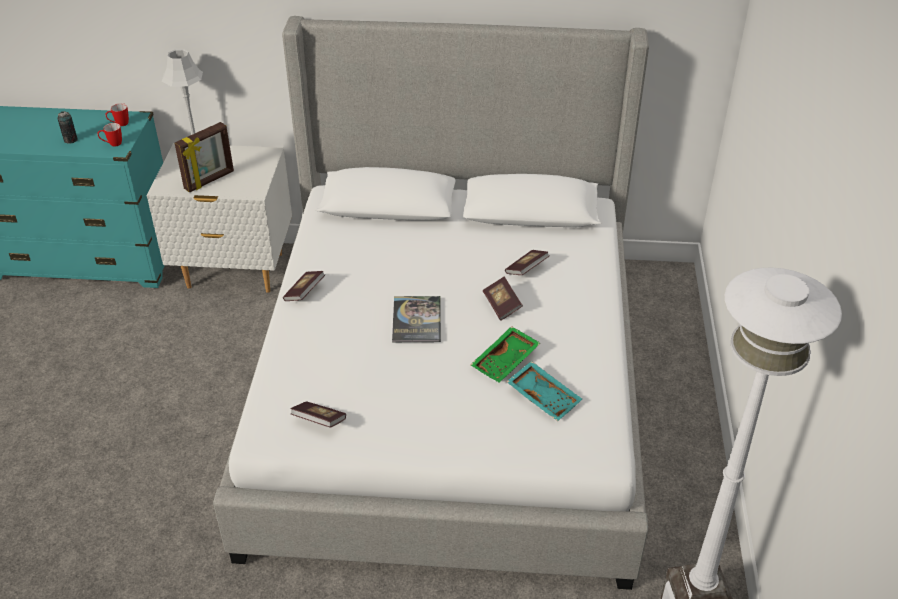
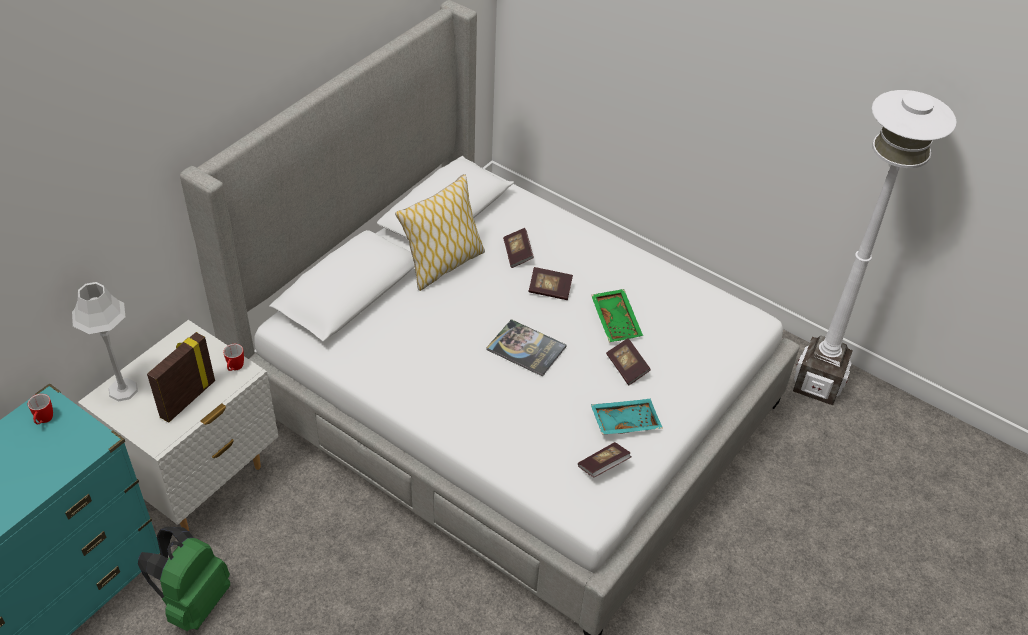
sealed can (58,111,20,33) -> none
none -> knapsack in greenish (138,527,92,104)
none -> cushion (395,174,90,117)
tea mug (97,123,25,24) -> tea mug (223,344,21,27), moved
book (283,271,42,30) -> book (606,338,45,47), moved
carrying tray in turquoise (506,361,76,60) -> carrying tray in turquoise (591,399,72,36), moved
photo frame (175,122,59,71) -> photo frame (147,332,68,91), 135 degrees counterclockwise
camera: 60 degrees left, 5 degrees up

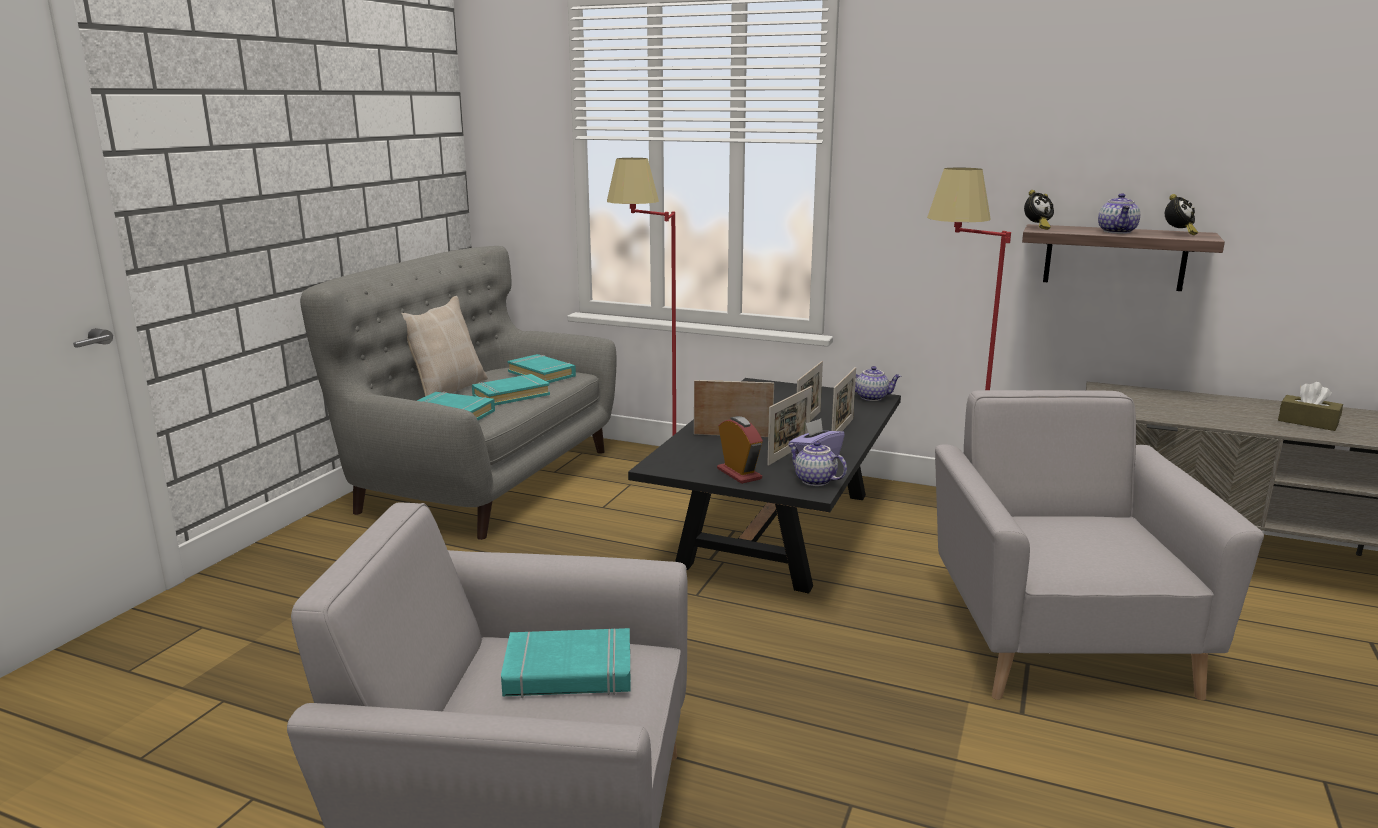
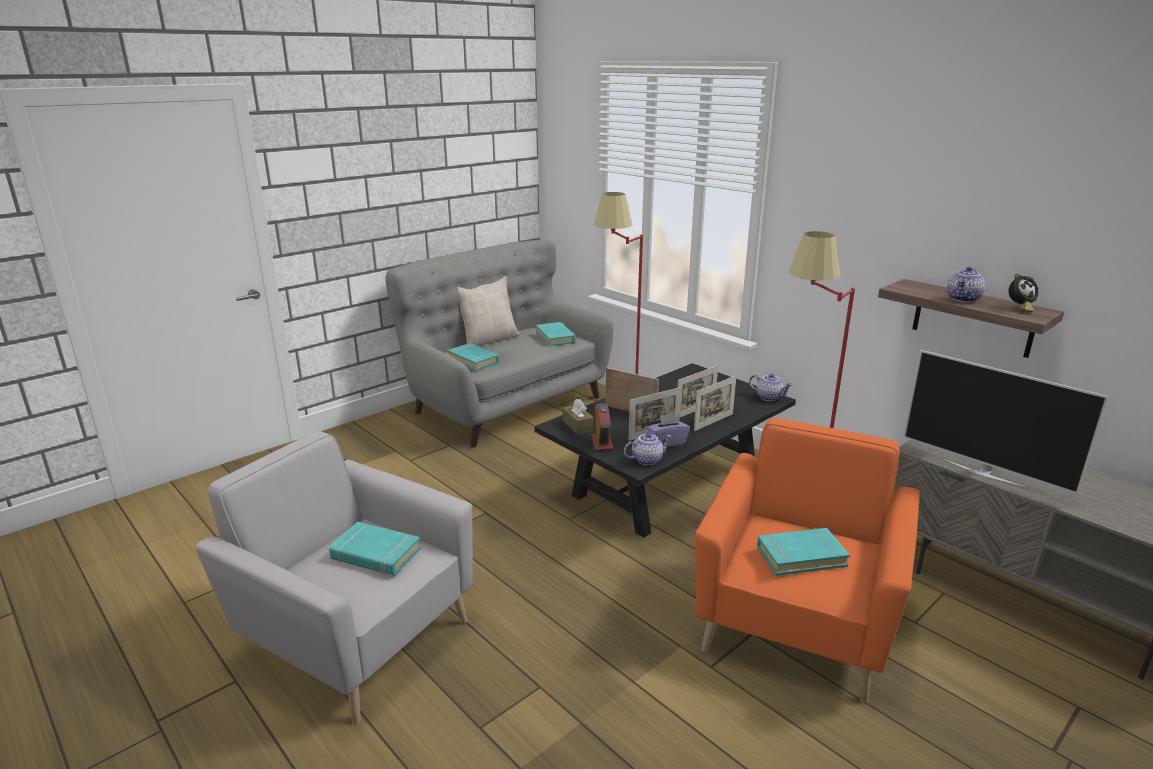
bedside clock (1024,190,30,40) -> none
none -> television (903,350,206,144)
book in turquoise (472,374,78,32) -> book in turquoise (757,528,93,48), moved
tissue holder in brown (1278,382,65,49) -> tissue holder in brown (563,399,31,36), moved
lounge chair in grey (935,390,329,310) -> lounge chair in orange (695,418,225,285)
pot for tea (788,441,59,45) -> pot for tea (624,433,47,32), 90 degrees clockwise
camera: 25 degrees right, 5 degrees up

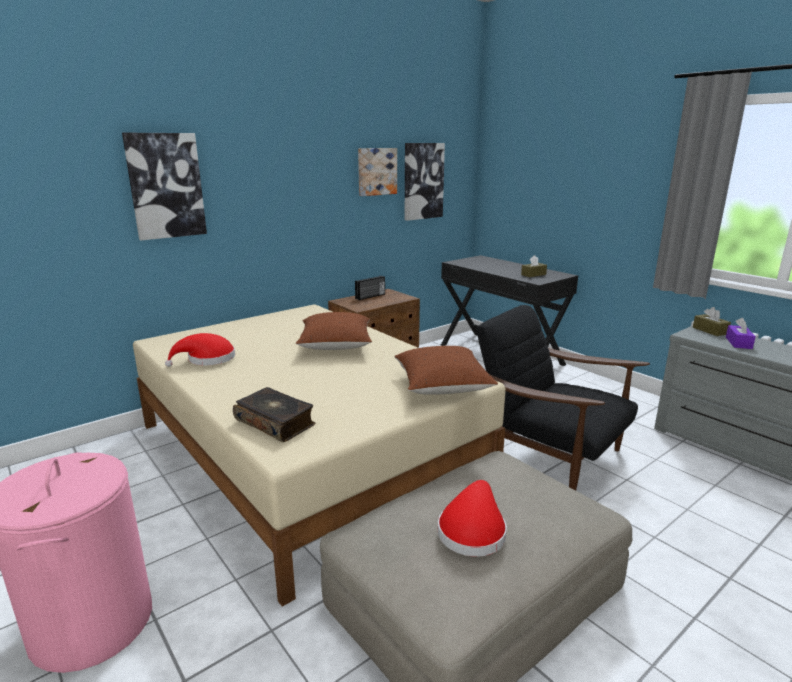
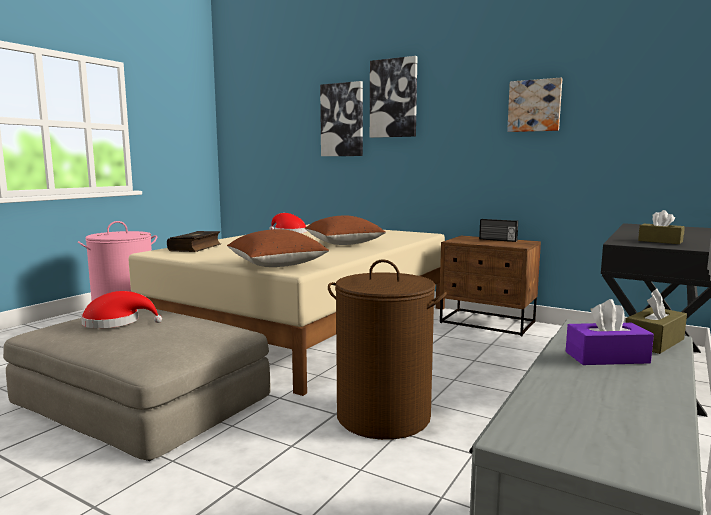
picture (405,143,40,78) -> picture (370,56,47,82), moved
lounge chair in black-coloured (477,305,173,186) -> washing basket in brown (328,259,119,181)
camera: 70 degrees right, 10 degrees down

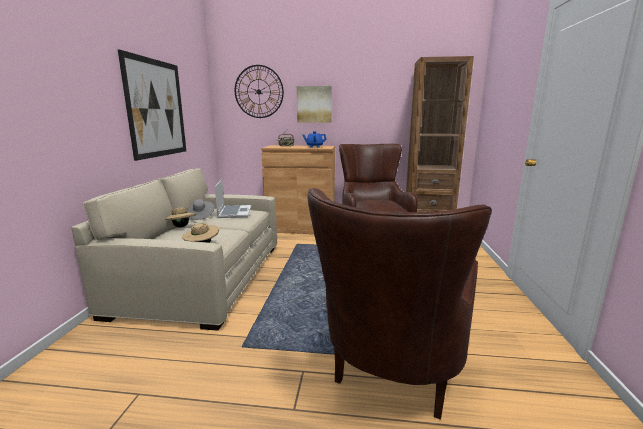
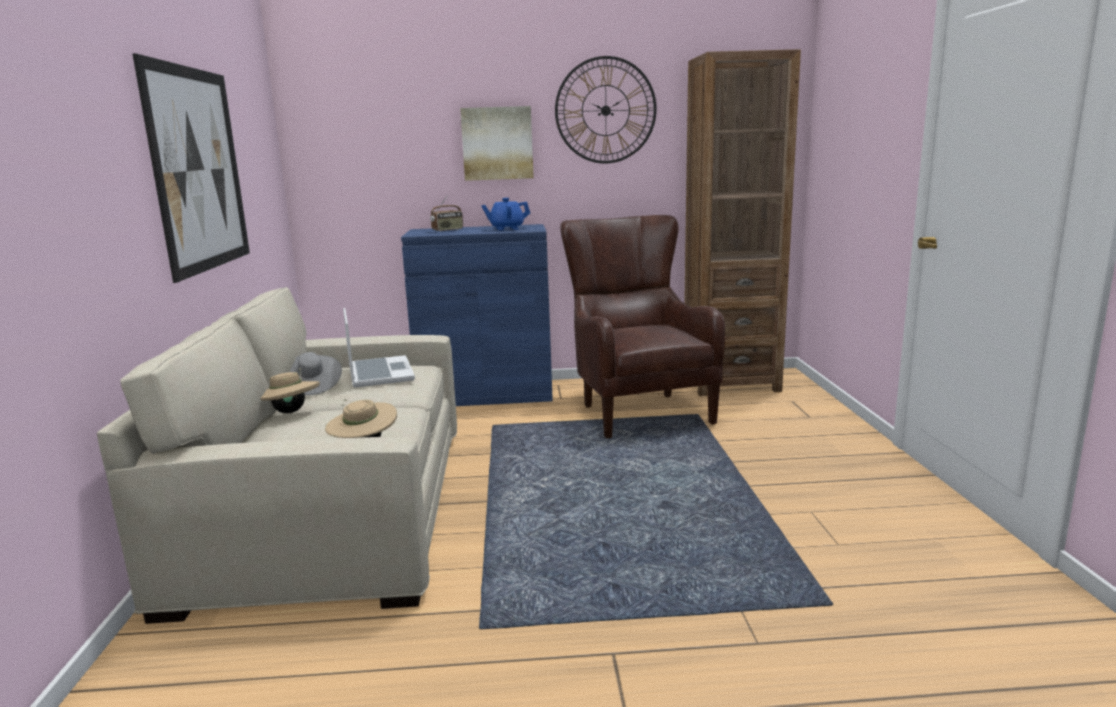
lounge chair in brown (307,188,185,231) -> none
hanging clock (235,65,49,53) -> hanging clock (555,56,102,107), moved
cabinet in brown (261,145,74,89) -> cabinet in blue-coloured (401,224,152,182)
camera: 10 degrees left, 0 degrees up

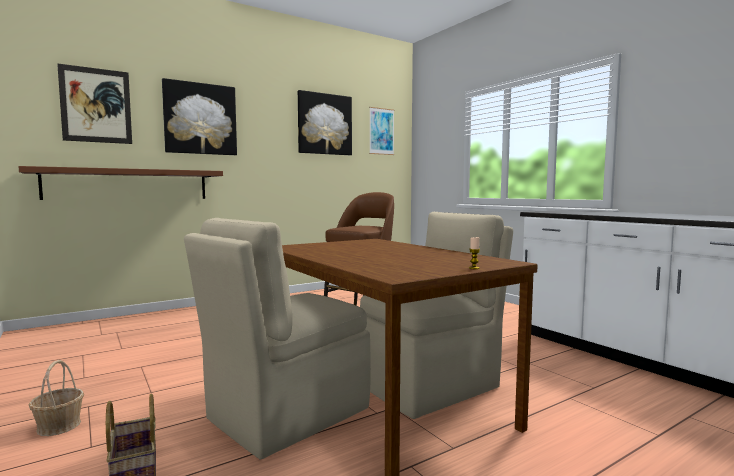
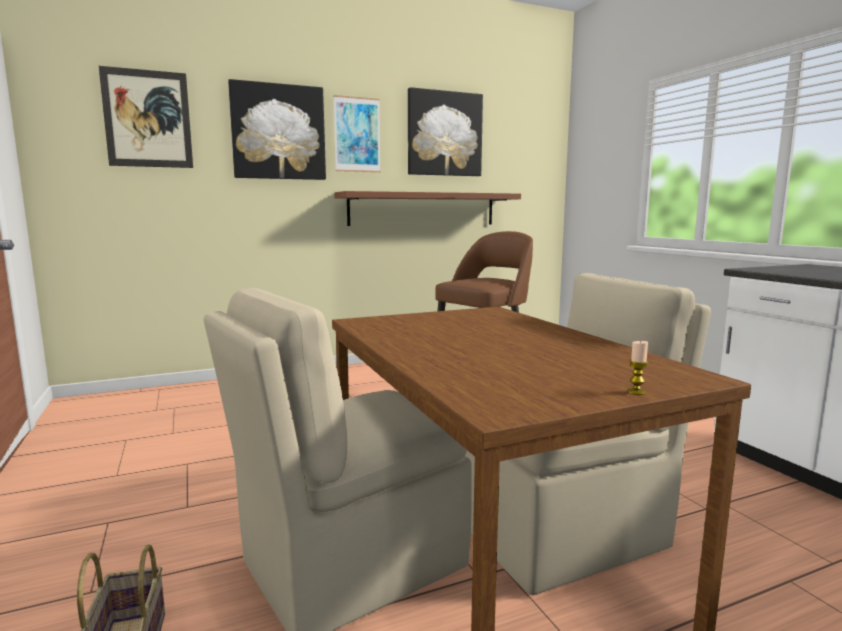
basket (29,360,55,76) -> none
wall shelf in brown (18,166,205,34) -> wall shelf in brown (334,191,187,35), moved
picture (369,107,25,48) -> picture (333,95,48,77), moved
camera: 10 degrees right, 5 degrees up

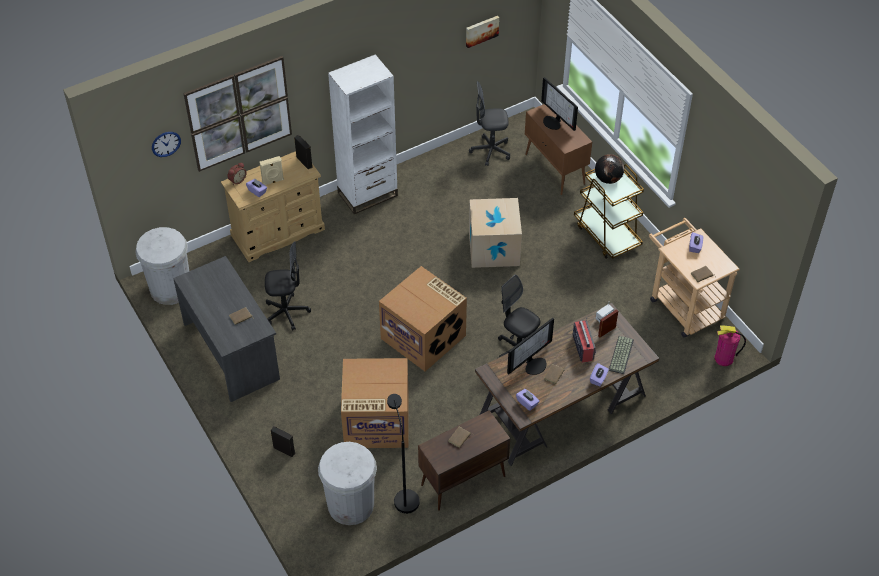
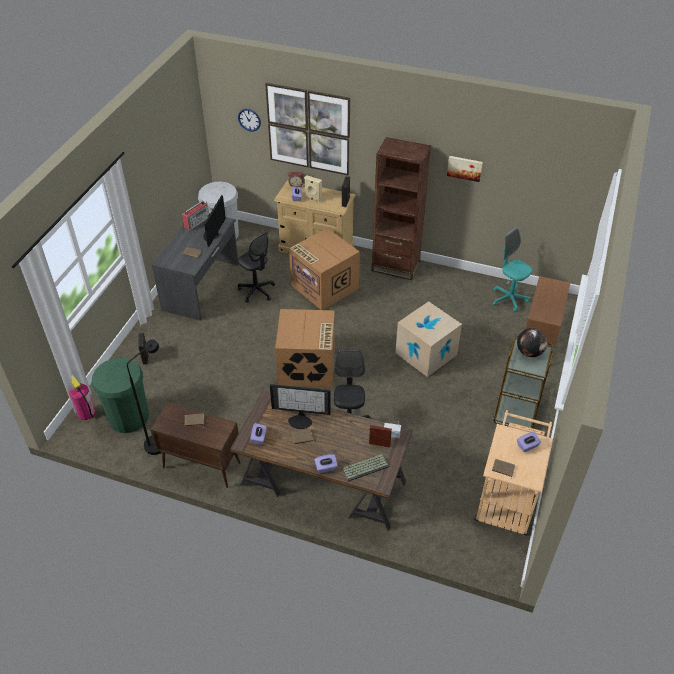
packing box (341,358,68,90) -> packing box (289,228,71,82), moved
picture (466,16,33,32) -> picture (447,156,36,26), moved
computer screen (541,77,37,54) -> computer screen (203,195,23,52), moved
radio (572,318,24,45) -> radio (182,201,27,29), moved
extinguisher (715,326,31,40) -> extinguisher (69,375,26,45), moved
waste bin in white-coloured (318,442,59,83) -> waste bin in greenish (92,358,57,75)
bookcase in white-coloured (328,54,70,160) -> bookcase in brown (371,137,60,143)
desk chair in grey (469,81,41,85) -> desk chair in turquoise (493,227,40,86)
camera: 50 degrees right, 5 degrees down

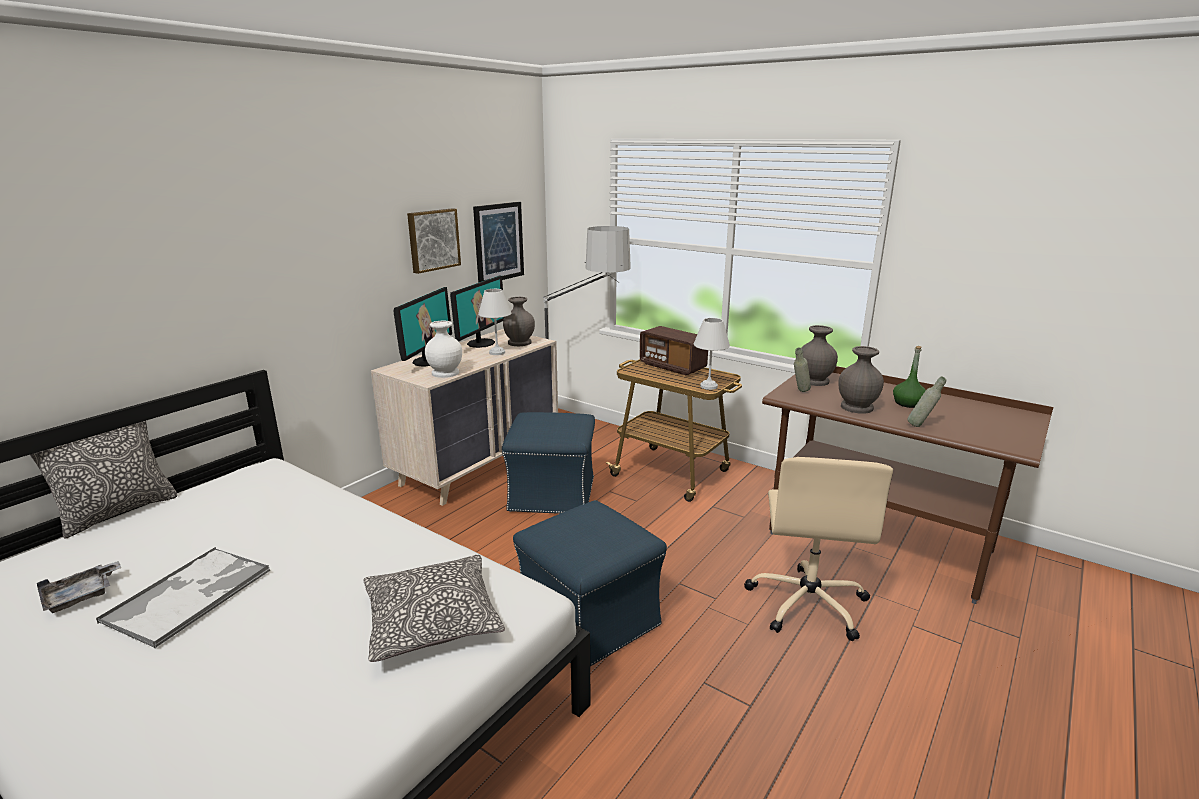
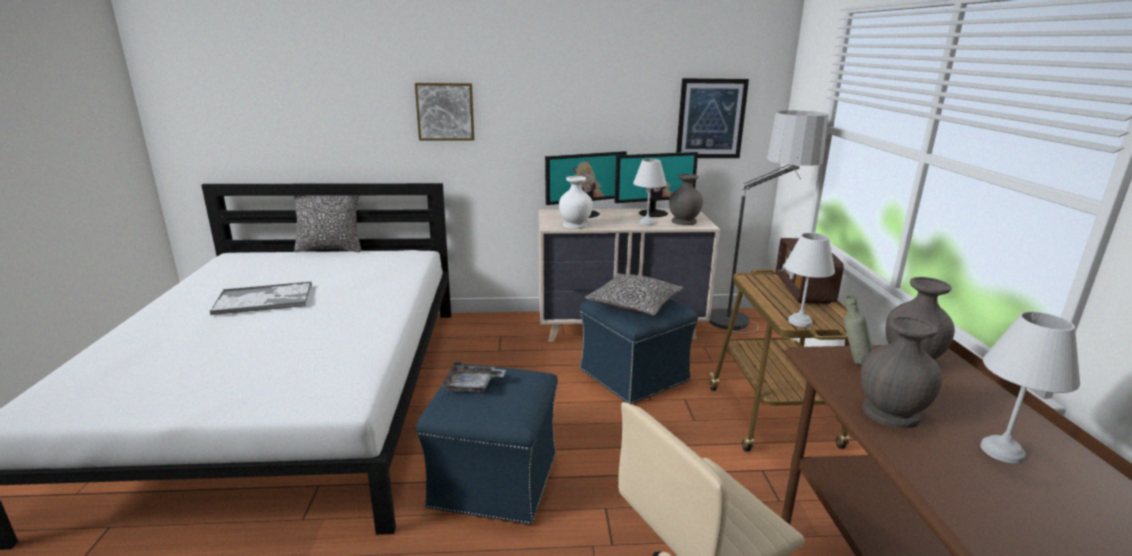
beverage bottle in grey (907,376,40,51) -> none
carrying tray in grey (37,561,84,52) -> carrying tray in grey (441,361,65,32), moved
cushion (363,555,142,107) -> cushion (585,273,98,43), moved
picture (407,208,54,66) -> picture (415,83,59,58), moved
beverage bottle in greenish (893,346,33,62) -> tabletop lamp in white-coloured (980,311,100,153)
camera: 50 degrees right, 0 degrees up

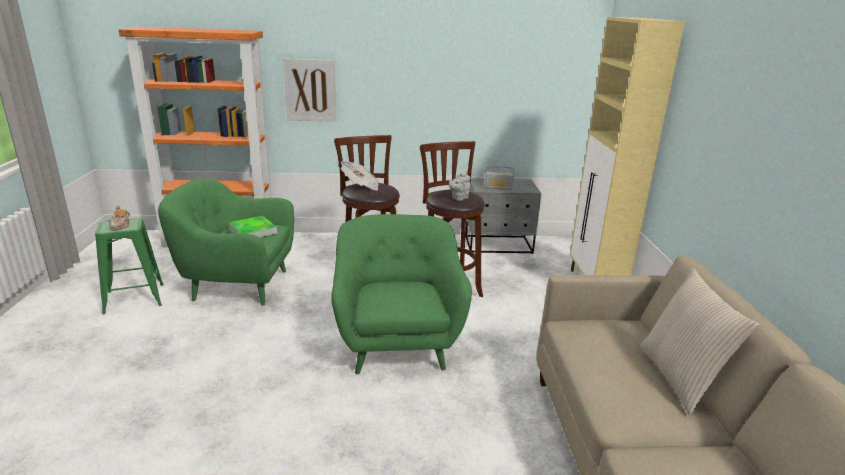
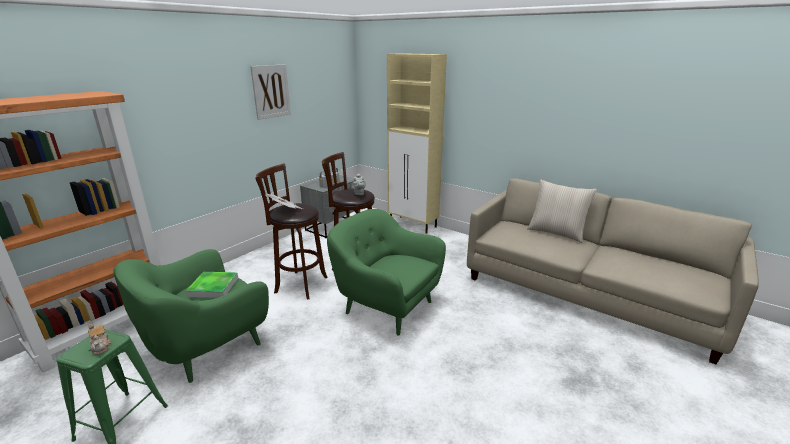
picture (283,59,53,63) -> picture (250,64,41,56), moved
camera: 50 degrees left, 0 degrees up

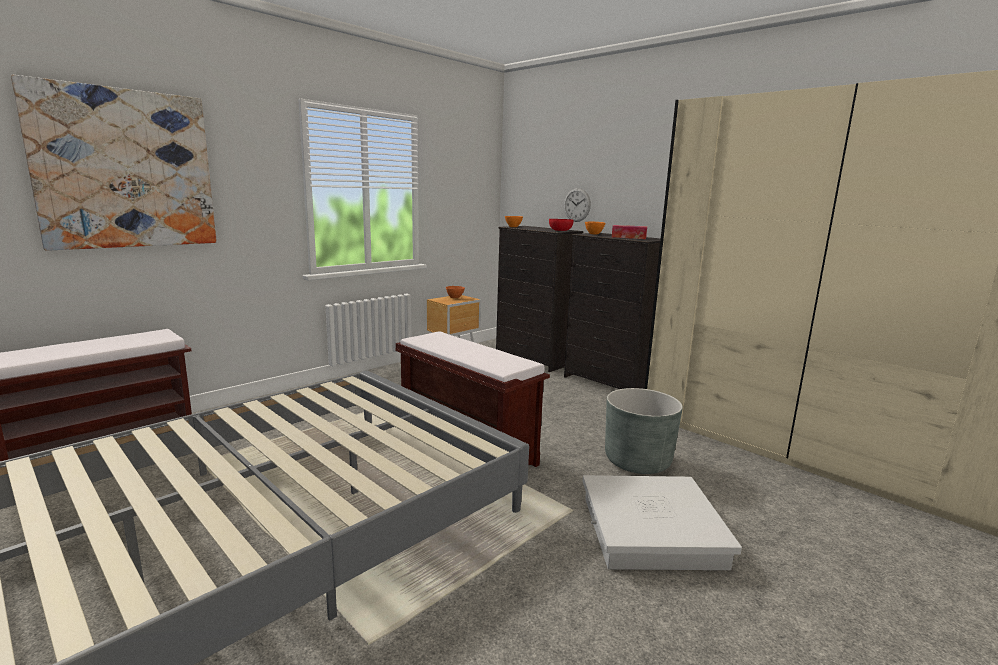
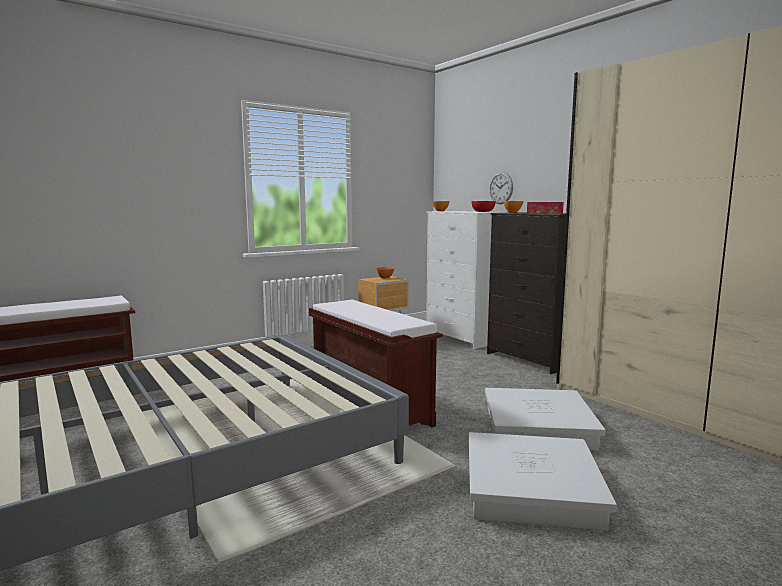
picture (11,75,206,176) -> none
planter in grey (605,388,78,86) -> storage box in white-coloured (485,388,120,63)
chest of drawers in black-coloured (496,226,87,146) -> chest of drawers in white-coloured (426,211,80,138)
camera: 10 degrees right, 5 degrees down

